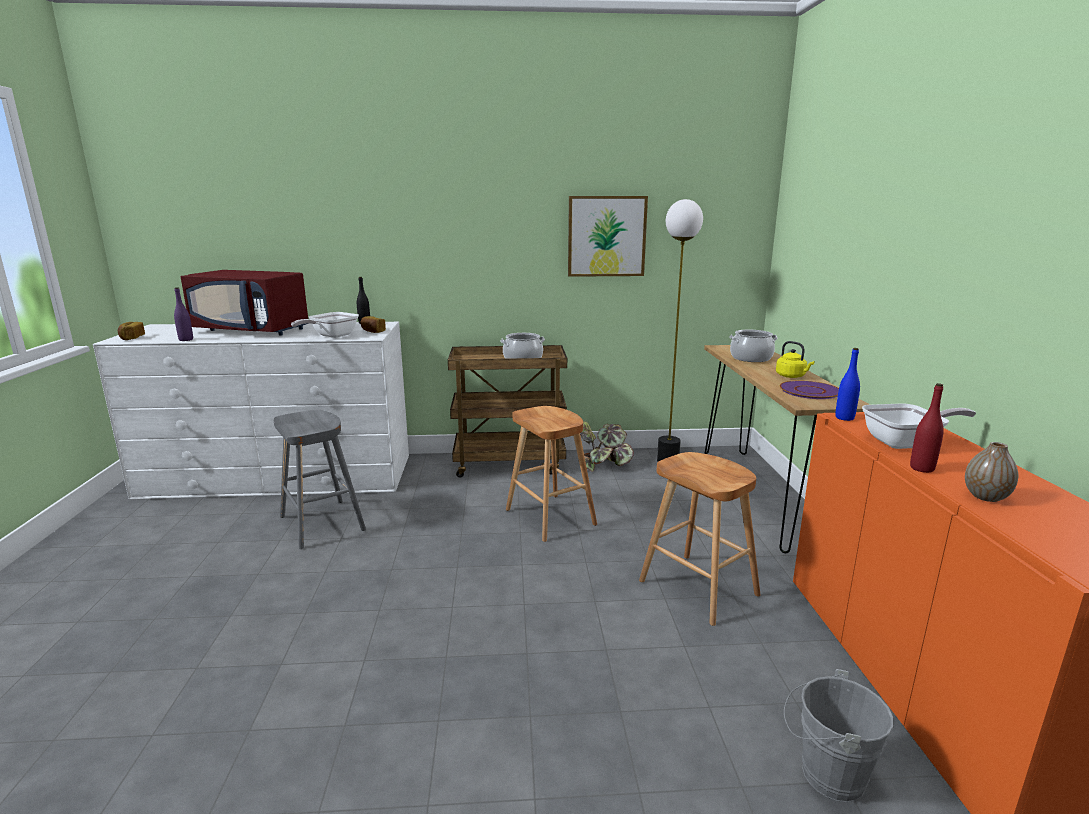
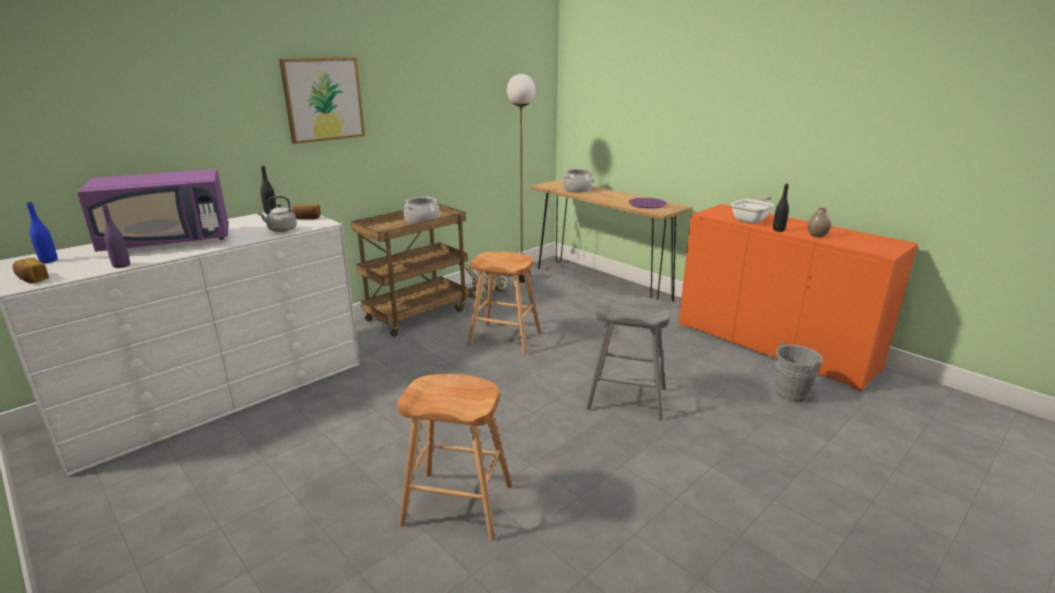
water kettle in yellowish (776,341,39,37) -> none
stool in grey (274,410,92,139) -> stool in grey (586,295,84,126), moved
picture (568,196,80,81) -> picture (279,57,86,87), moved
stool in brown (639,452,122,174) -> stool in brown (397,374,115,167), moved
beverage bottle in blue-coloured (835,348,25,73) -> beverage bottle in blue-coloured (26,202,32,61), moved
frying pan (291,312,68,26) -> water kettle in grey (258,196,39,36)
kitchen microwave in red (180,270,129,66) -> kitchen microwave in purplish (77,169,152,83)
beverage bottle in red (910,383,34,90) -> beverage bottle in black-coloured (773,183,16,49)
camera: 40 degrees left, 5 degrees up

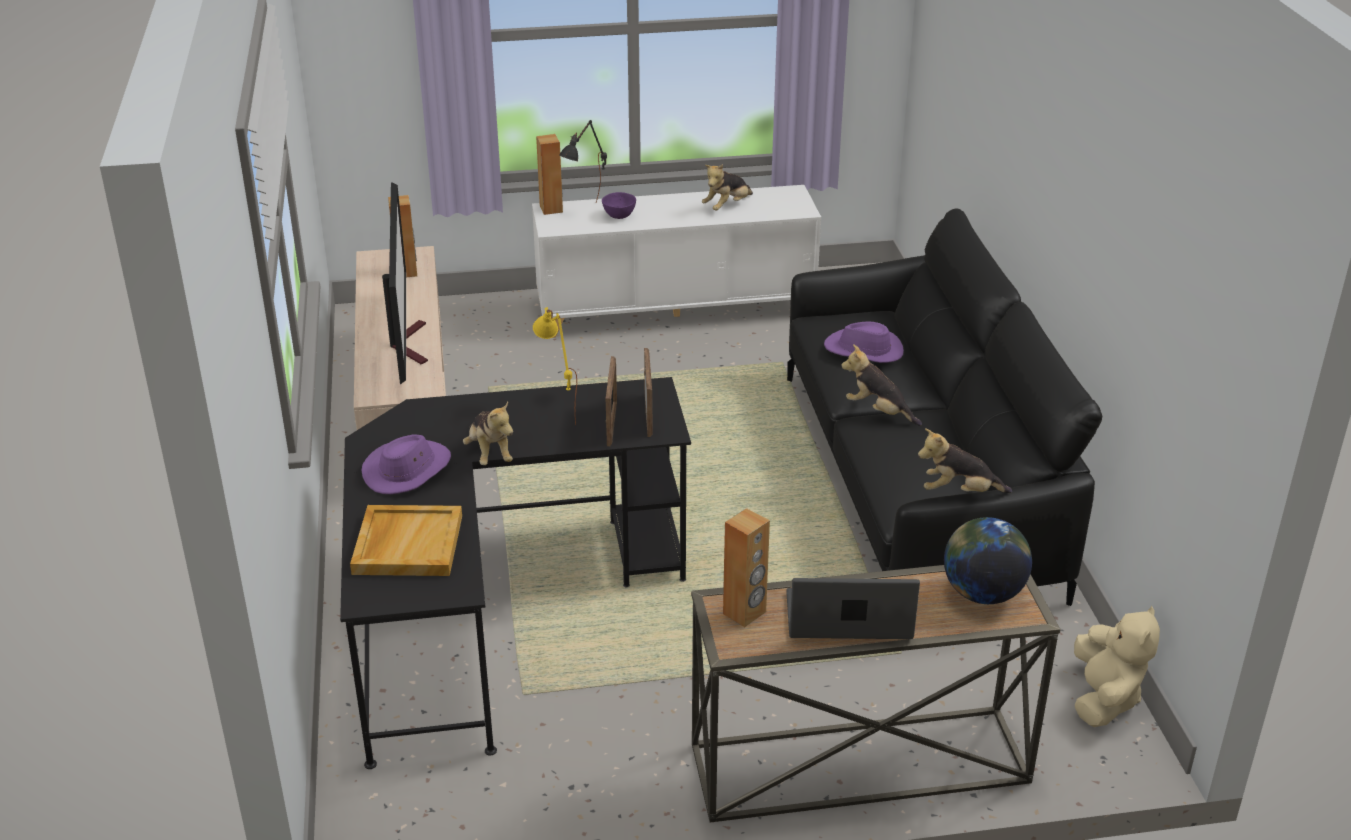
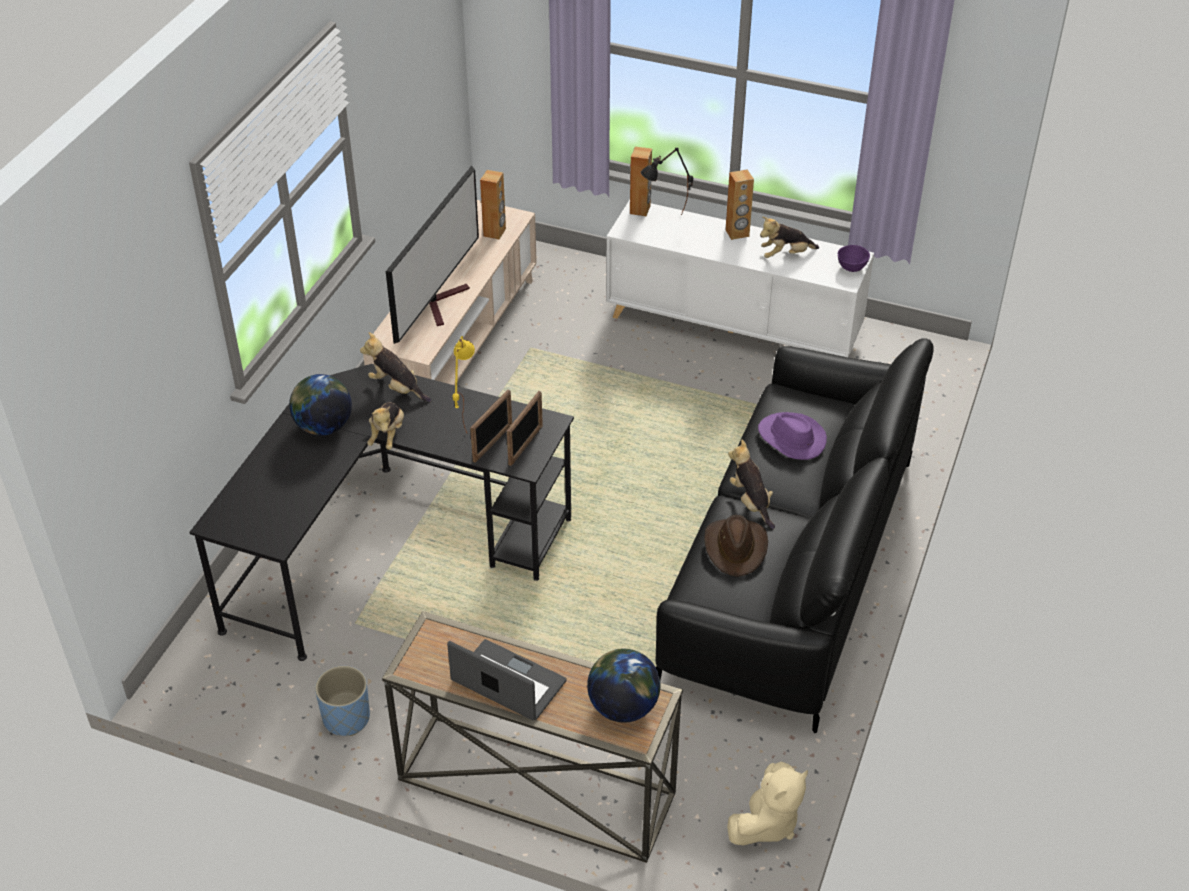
carrying tray in beige (350,505,112,71) -> none
none -> planter in blue-coloured (315,666,55,70)
none -> hat in brown (704,515,64,62)
bowl in purplish (602,192,34,27) -> bowl in purplish (838,245,32,27), moved
audio speaker in brown (723,508,47,119) -> audio speaker in brown (725,169,29,71), moved
plush toy (918,428,94,65) -> plush toy (360,332,72,71), moved
hat in purplish (361,435,90,59) -> world globe (289,374,63,62)
camera: 30 degrees right, 10 degrees up

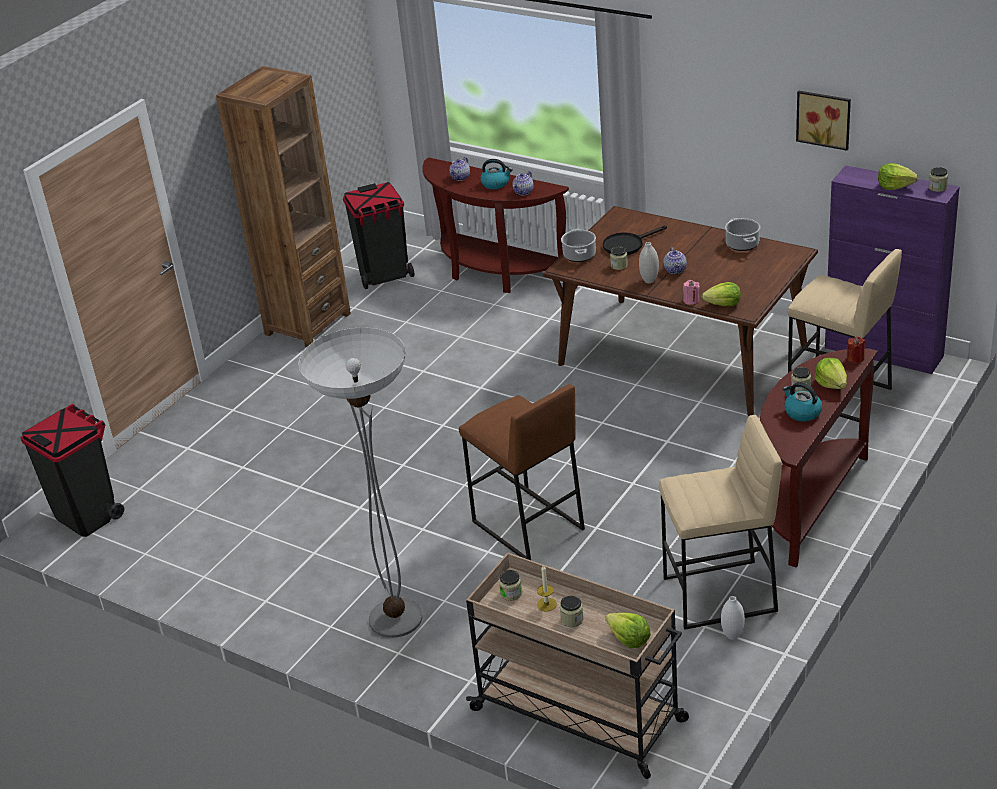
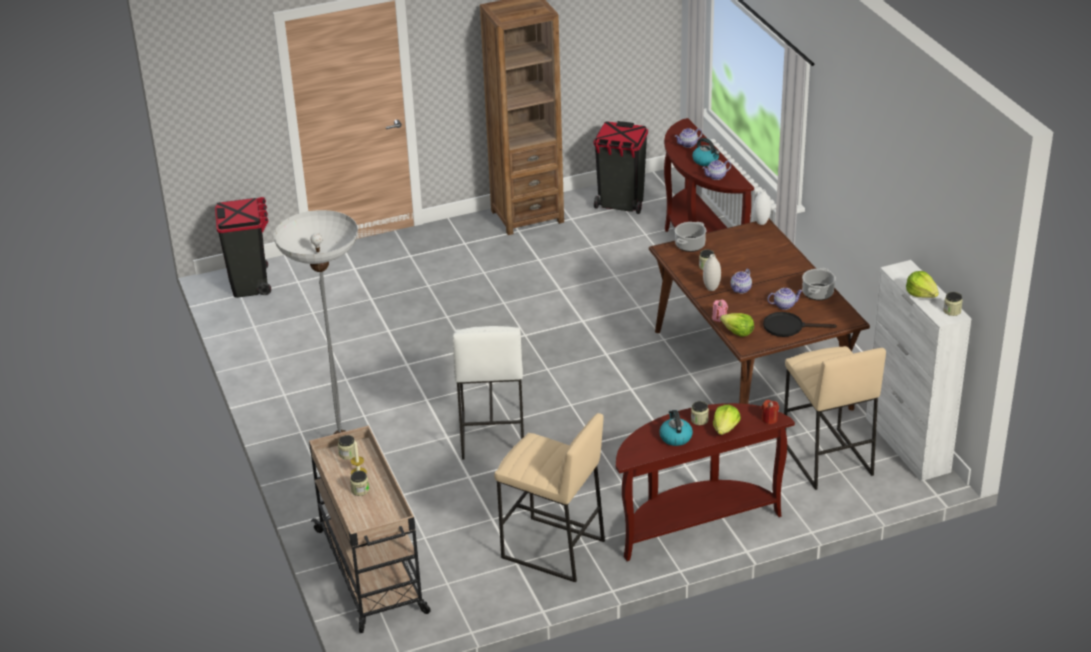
head of lettuce (605,612,46,36) -> none
picture (796,91,55,60) -> none
none -> pot for tea (767,288,36,22)
frying pan in black-coloured (603,225,64,30) -> frying pan in black-coloured (763,312,74,25), moved
vase in white-coloured (721,596,24,44) -> vase in white-coloured (754,189,17,36), moved
stool in brown (459,384,126,176) -> stool in white-coloured (453,326,71,134)
cabinet in purplish (825,165,135,209) -> cabinet in white-coloured (866,260,106,221)
camera: 35 degrees right, 0 degrees up

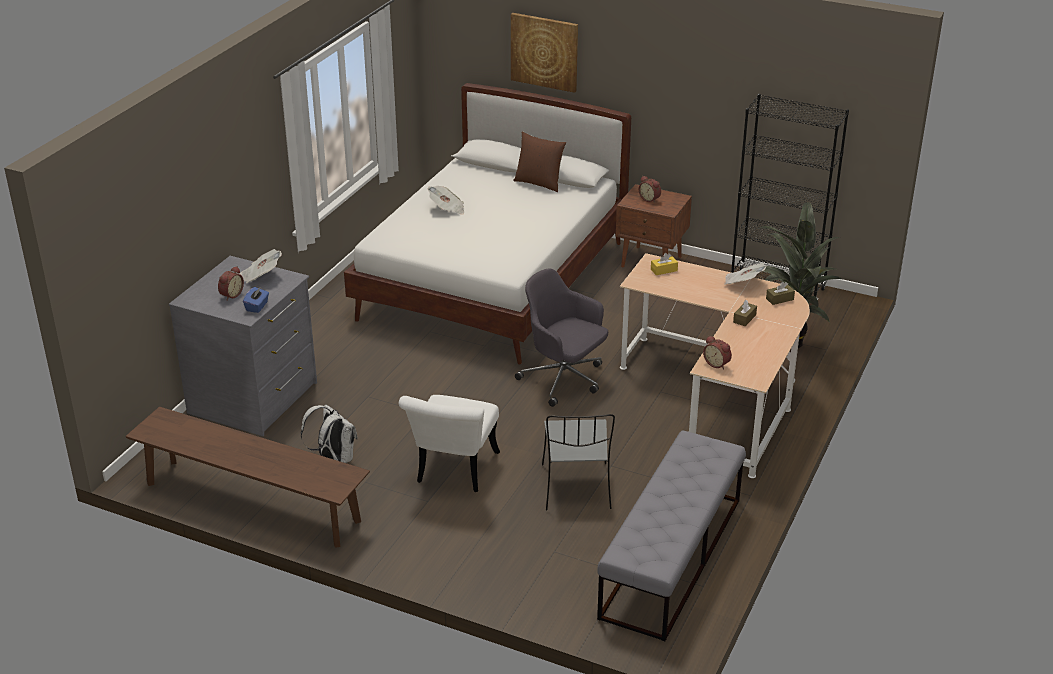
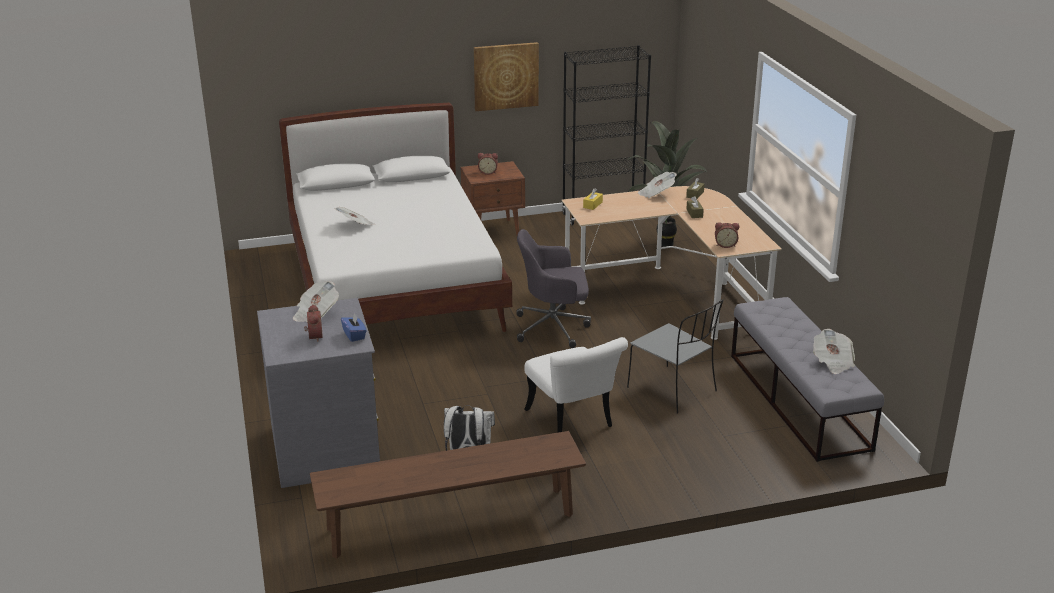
cushion in brown (514,132,52,60) -> none
none -> printed paper (813,329,42,45)
picture (511,13,67,80) -> picture (474,42,65,69), moved
camera: 40 degrees left, 5 degrees down

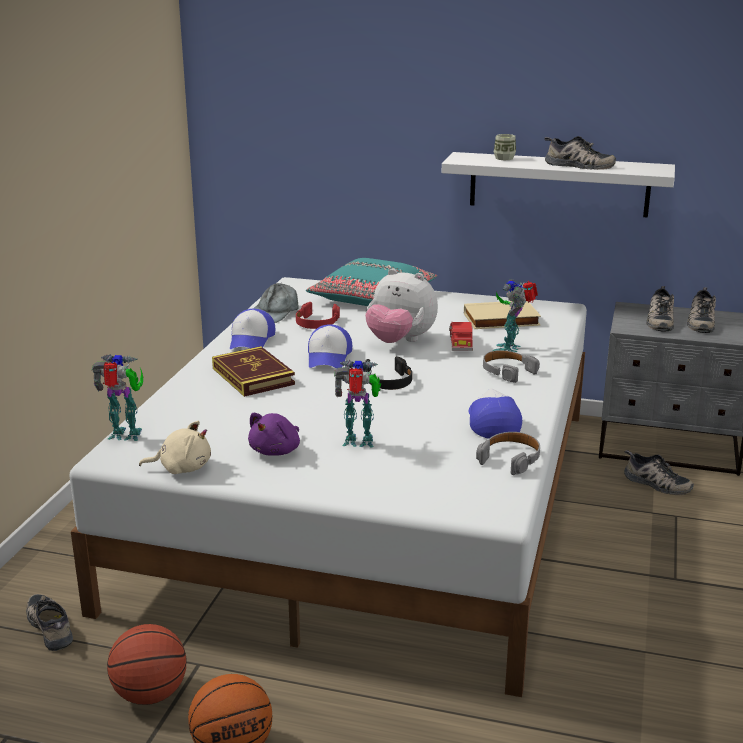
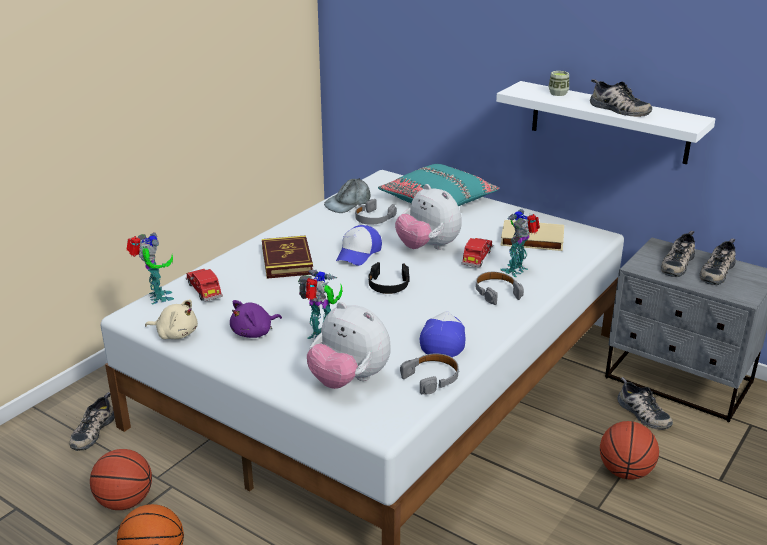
baseball cap (230,309,45,40) -> none
none -> miniature car in red (186,269,37,32)
none -> plush toy (307,302,84,87)
none -> basketball (600,421,59,59)
headphones in red (296,302,44,27) -> headphones in grey (355,199,42,26)
item of footwear (26,594,47,57) -> item of footwear (69,392,46,59), 150 degrees counterclockwise
robot figure (91,354,53,87) -> robot figure (126,232,48,72), 45 degrees clockwise
camera: 20 degrees right, 5 degrees up

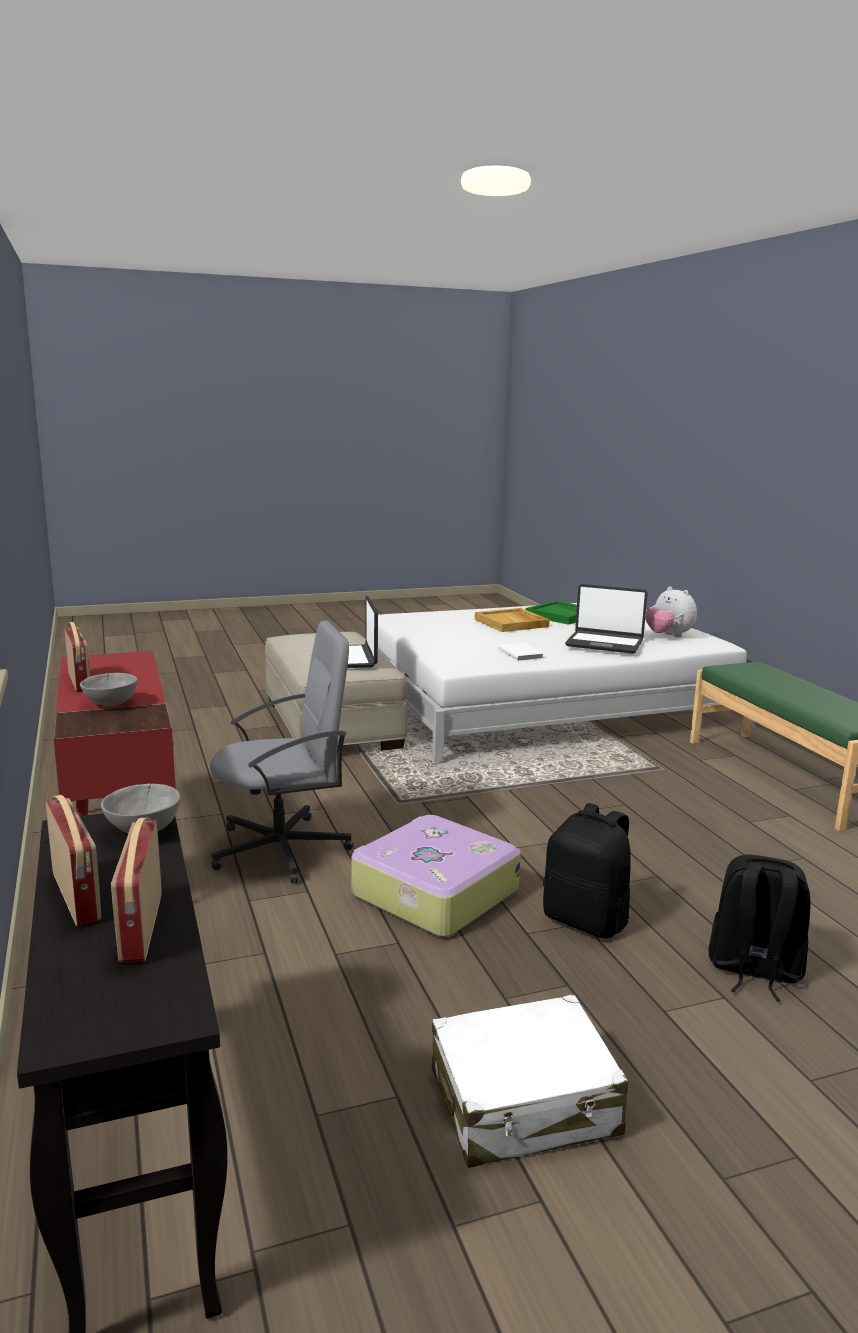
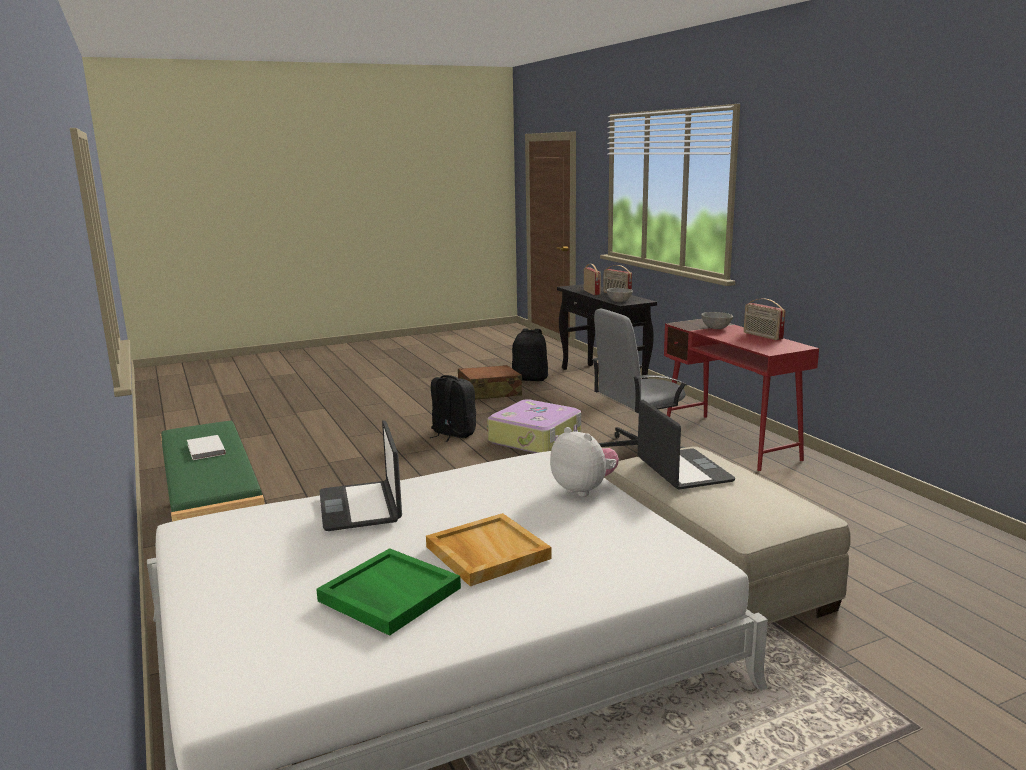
book in white-coloured (498,643,45,18) -> book in white-coloured (187,435,39,25), moved
plush toy (645,586,52,51) -> plush toy (550,427,69,70), moved
knapsack in black-coloured (708,854,103,148) -> knapsack in black-coloured (512,328,36,53), moved
suitcase in white-coloured (432,994,196,174) -> suitcase in brown (458,365,64,35)
portable computer (565,584,83,70) -> portable computer (320,420,82,111), 120 degrees counterclockwise
camera: 175 degrees right, 0 degrees up

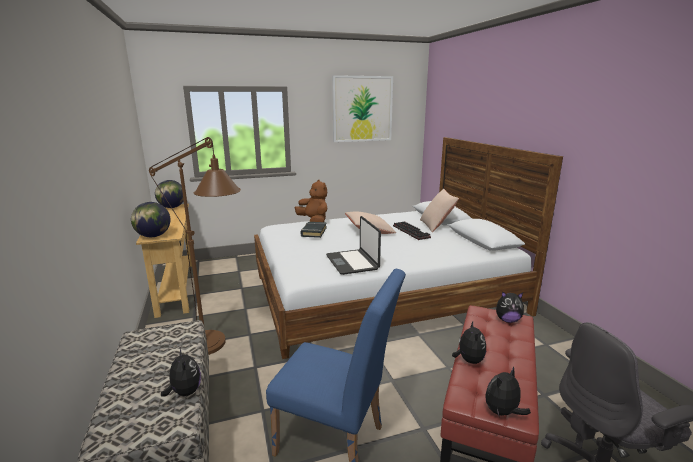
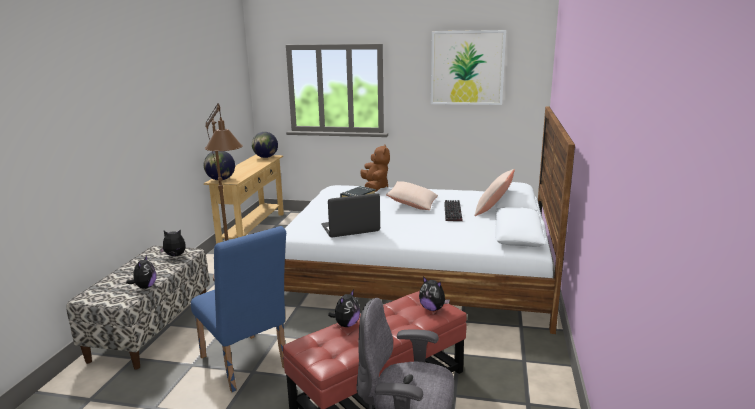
plush toy (485,367,46,49) -> plush toy (160,229,26,28), moved
portable computer (326,216,55,59) -> portable computer (322,193,58,45), 60 degrees clockwise
camera: 30 degrees right, 0 degrees up

